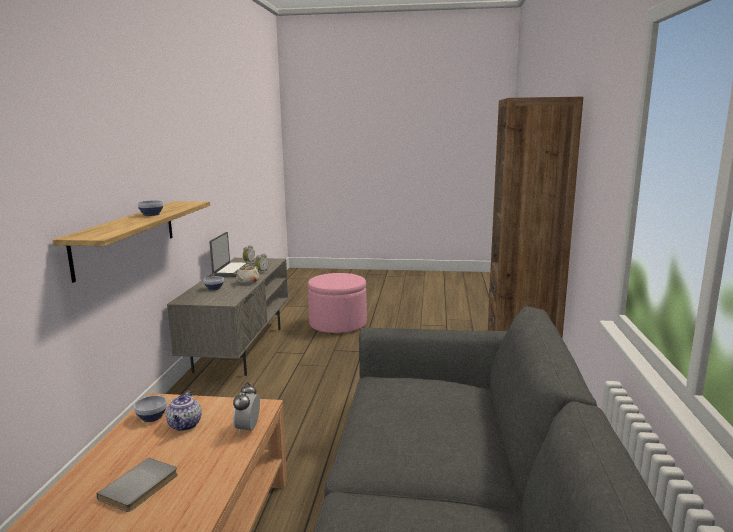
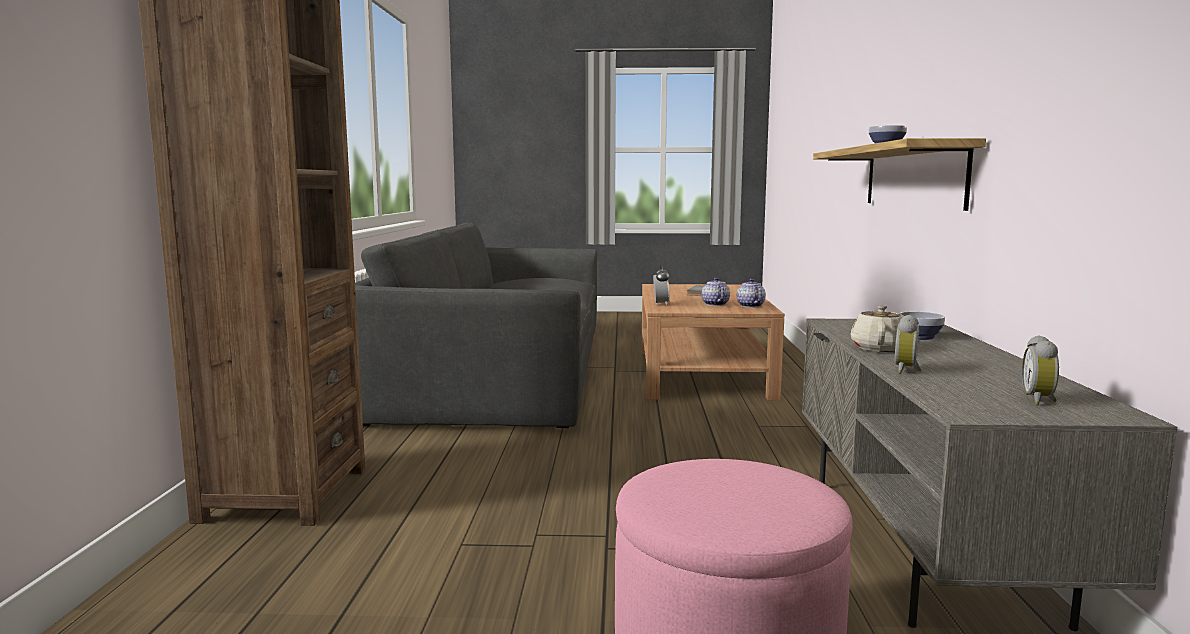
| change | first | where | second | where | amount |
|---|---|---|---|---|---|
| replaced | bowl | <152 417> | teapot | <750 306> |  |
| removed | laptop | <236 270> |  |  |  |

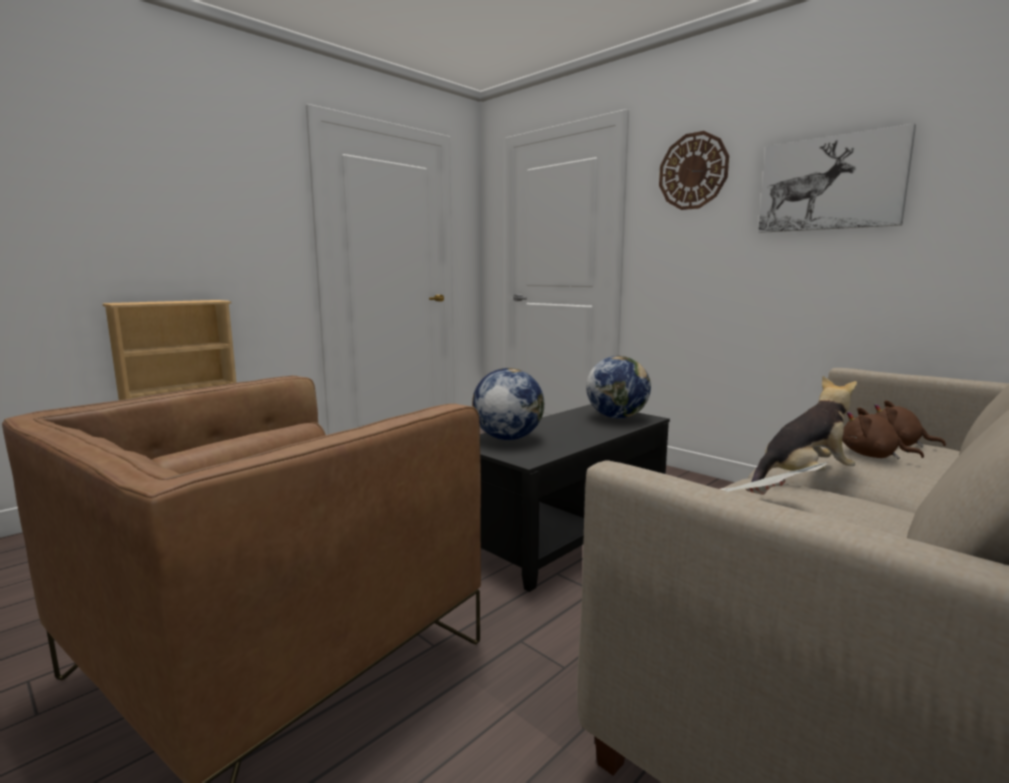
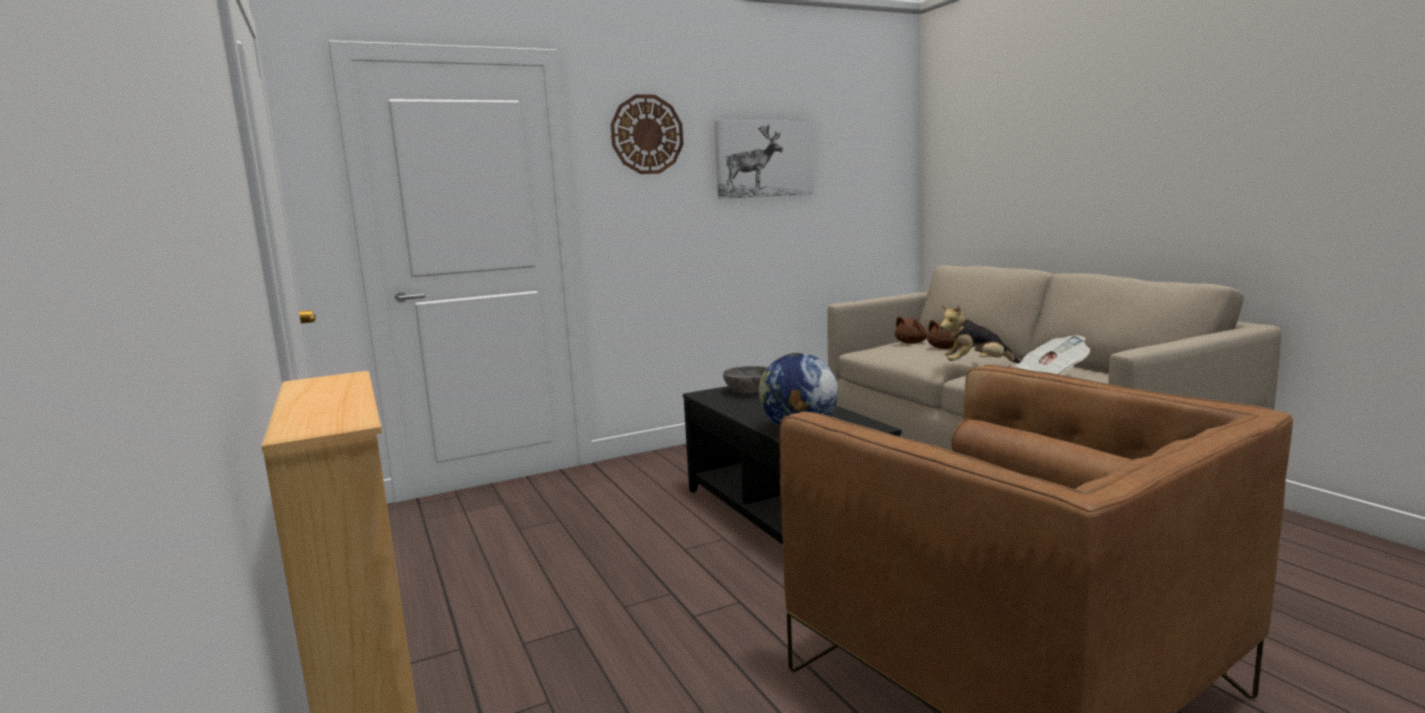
| change | first | where | second | where | amount |
|---|---|---|---|---|---|
| replaced | globe | <617 417> | grey bowl | <748 391> |  |
| turned | plush toy | <802 477> |  | <976 365> | 90 degrees counterclockwise |

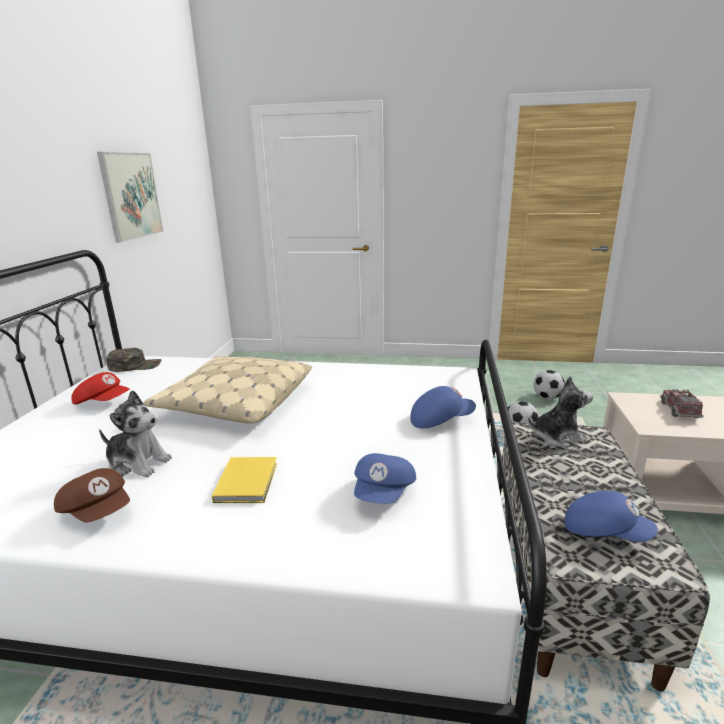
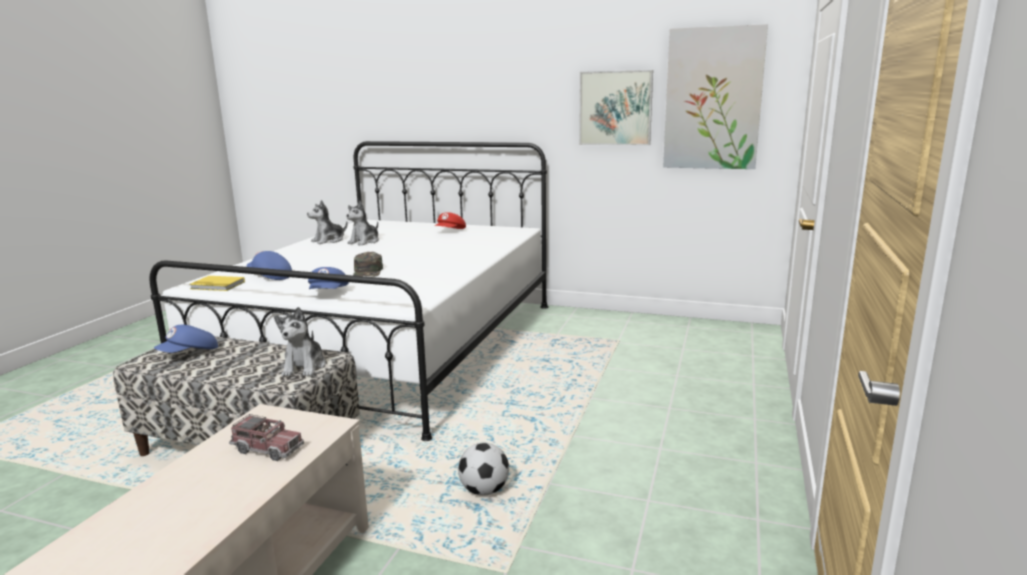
| change | first | where | second | where | amount |
|---|---|---|---|---|---|
| moved | yellow book | <248 481> |  | <218 285> |  |
| replaced | brown cap | <98 511> | plush toy | <329 240> |  |
| moved | green cap | <135 365> |  | <368 271> |  |
| added |  |  | picture | <713 99> |  |
| removed | beige pillow | <235 403> |  |  |  |
| removed | football | <547 397> |  |  |  |

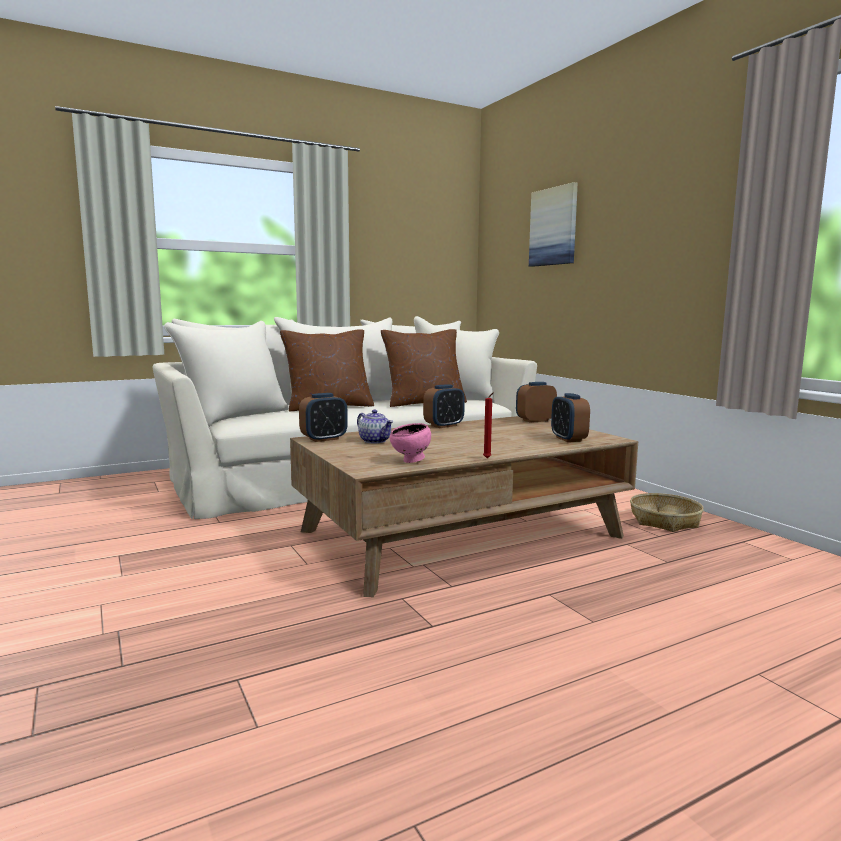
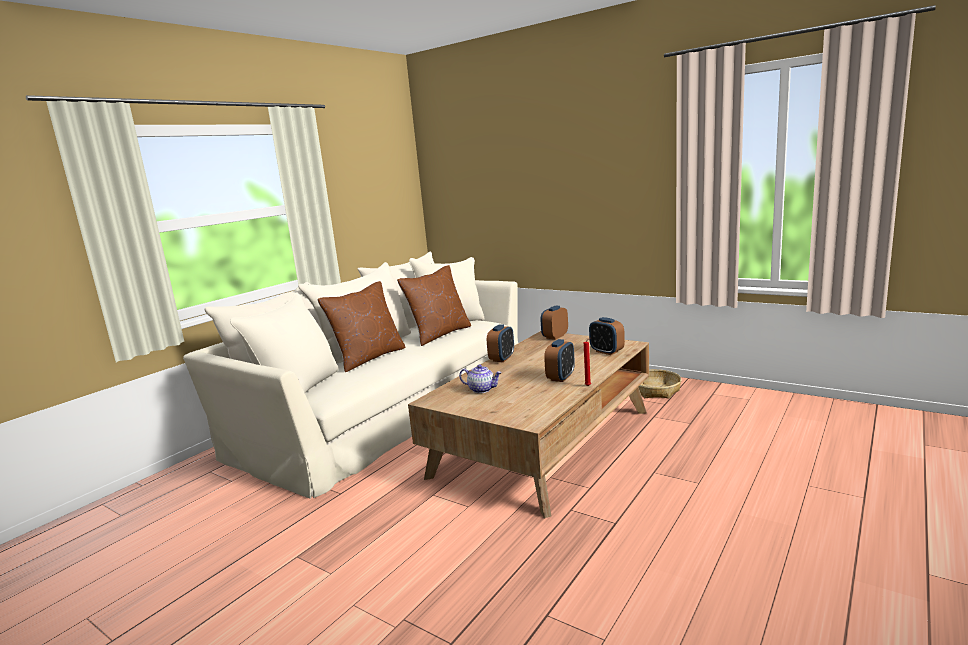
| change | first | where | second | where | amount |
|---|---|---|---|---|---|
| moved | alarm clock | <324 439> |  | <560 377> |  |
| removed | pink bowl | <411 461> |  |  |  |
| removed | picture | <553 226> |  |  |  |

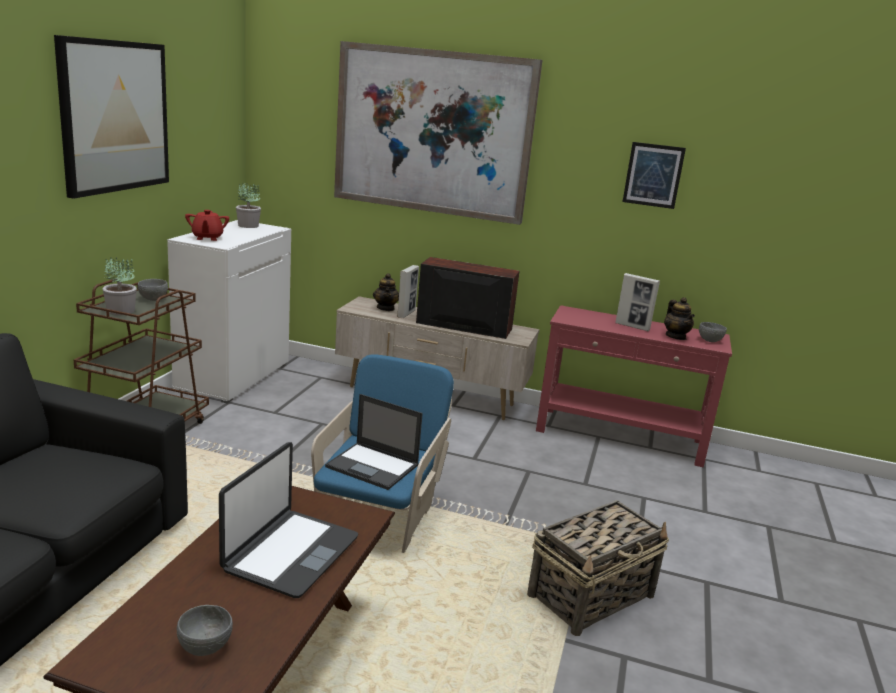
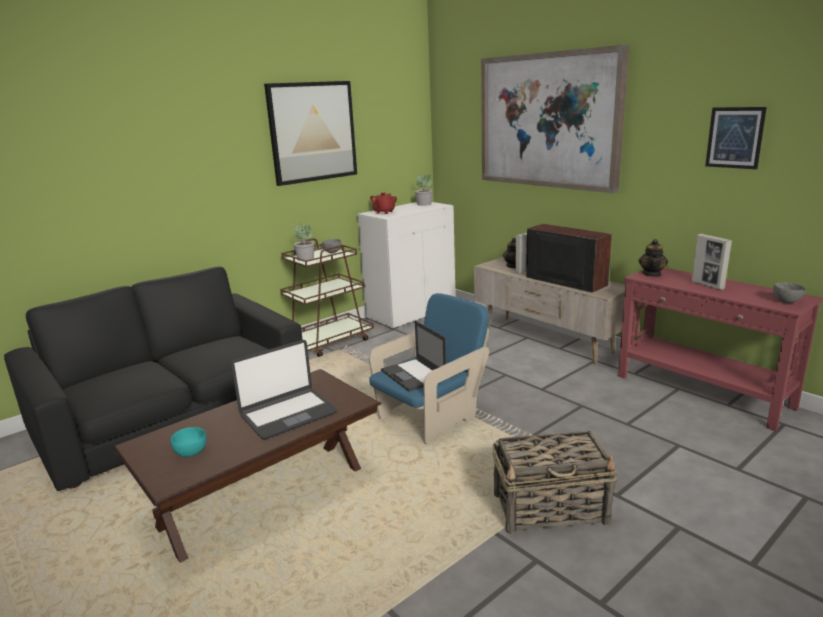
| change | first | where | second | where | amount |
|---|---|---|---|---|---|
| recoloured | grey bowl | <204 647> | turquoise bowl | <191 453> |  |
| moved | teapot | <676 336> |  | <652 274> |  |

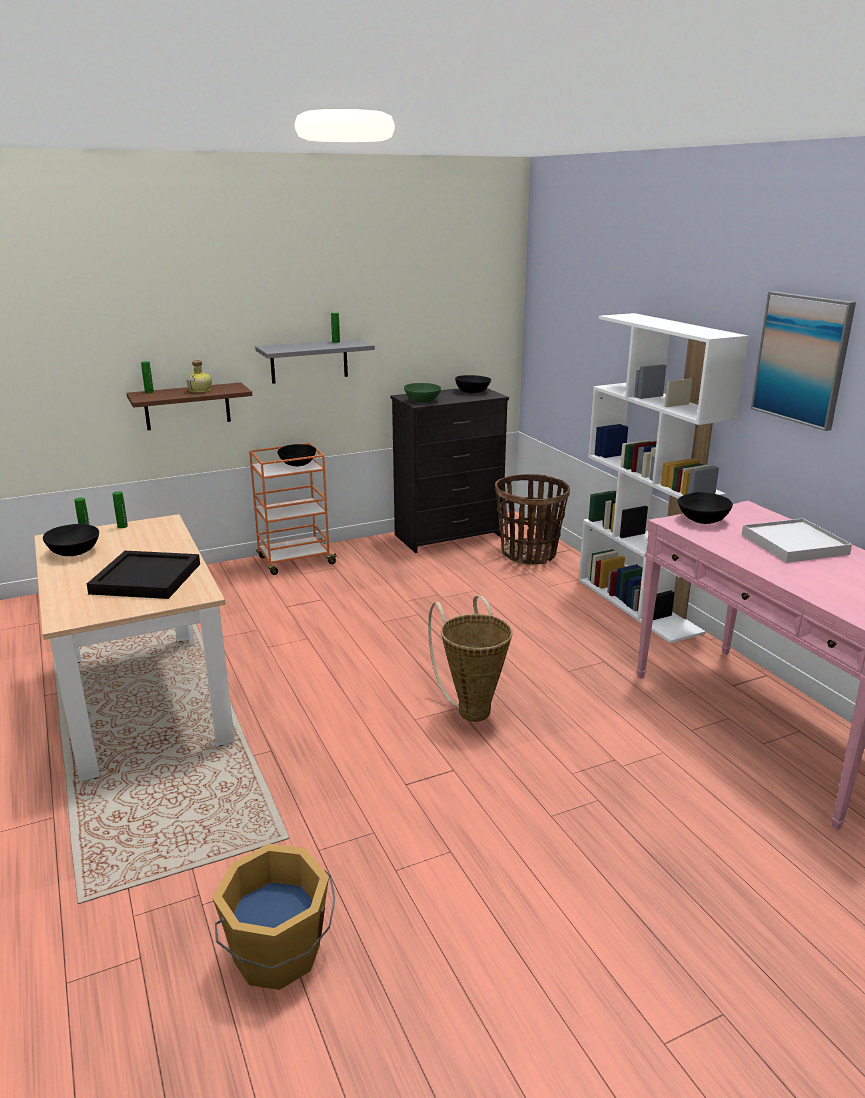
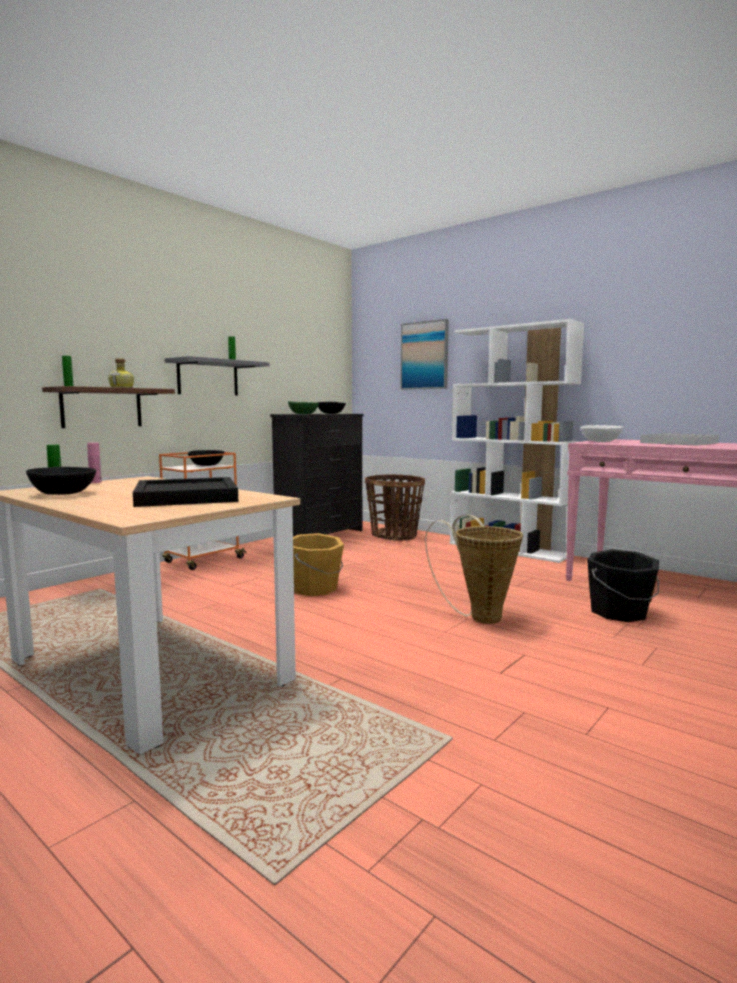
| change | first | where | second | where | amount |
|---|---|---|---|---|---|
| recoloured | green bottle | <122 526> | pink bottle | <95 482> |  |
| moved | orange bucket | <278 954> |  | <315 588> |  |
| moved | picture | <802 359> |  | <424 355> |  |
| recoloured | black bowl | <702 520> | white bowl | <601 441> |  |
| added |  |  | black bucket | <620 613> |  |

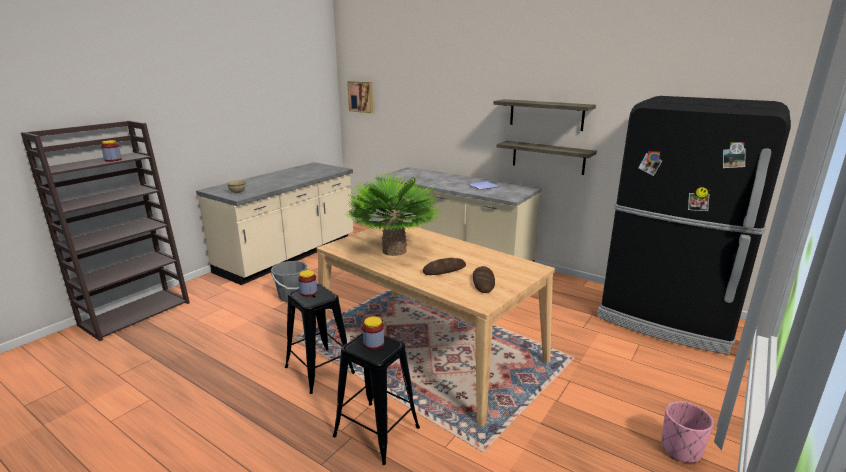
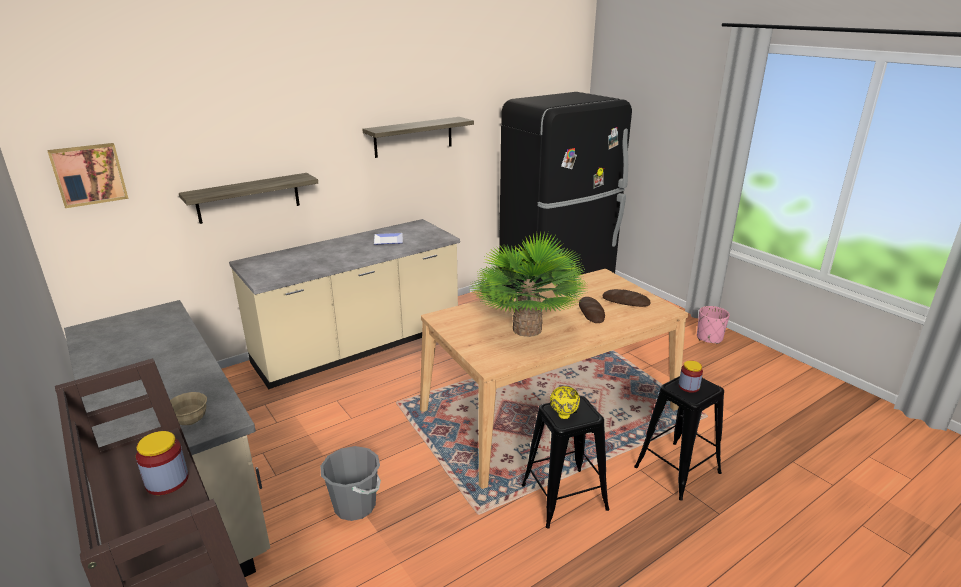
| change | first | where | second | where | amount |
|---|---|---|---|---|---|
| moved | shelf | <548 157> |  | <248 198> |  |
| replaced | jar | <308 292> | yellow bowl | <563 415> |  |

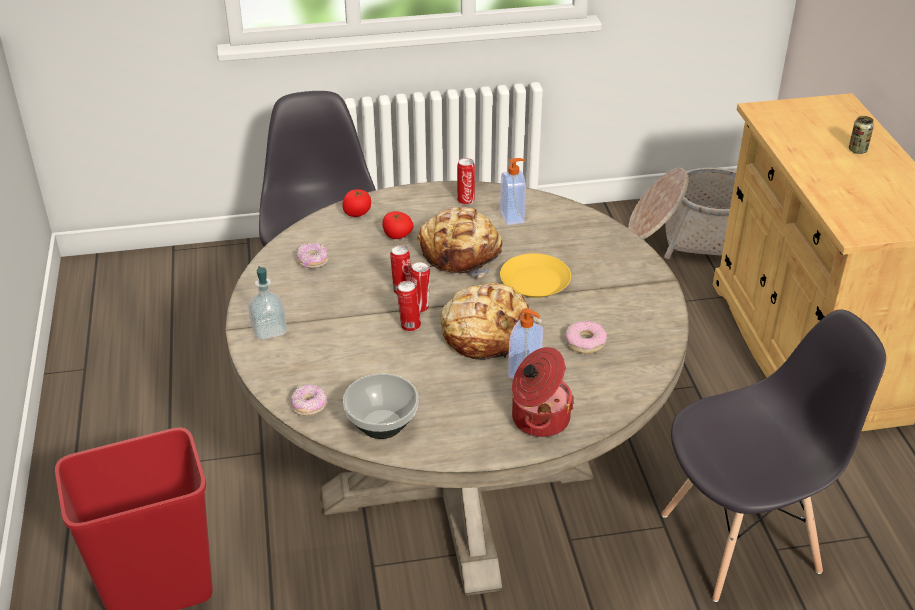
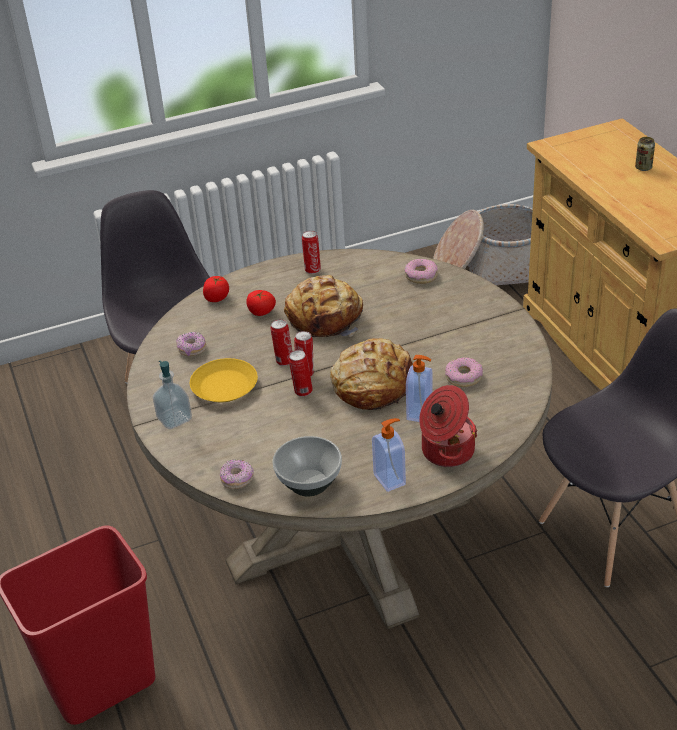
| change | first | where | second | where | amount |
|---|---|---|---|---|---|
| moved | yellow plate | <536 282> |  | <225 386> |  |
| moved | soap dispenser | <513 217> |  | <390 479> |  |
| added |  |  | donut | <421 276> |  |

